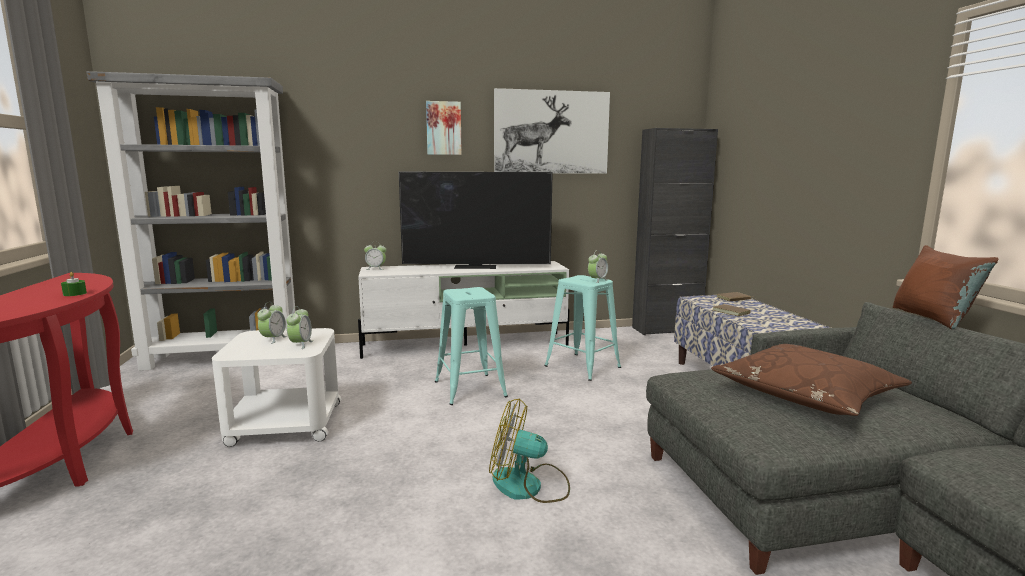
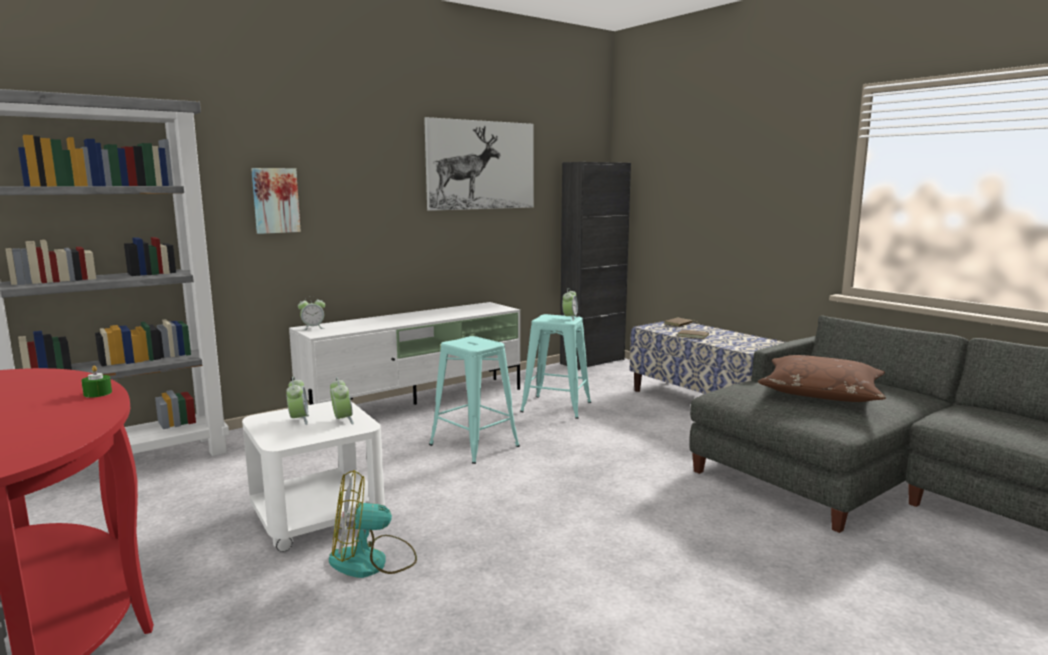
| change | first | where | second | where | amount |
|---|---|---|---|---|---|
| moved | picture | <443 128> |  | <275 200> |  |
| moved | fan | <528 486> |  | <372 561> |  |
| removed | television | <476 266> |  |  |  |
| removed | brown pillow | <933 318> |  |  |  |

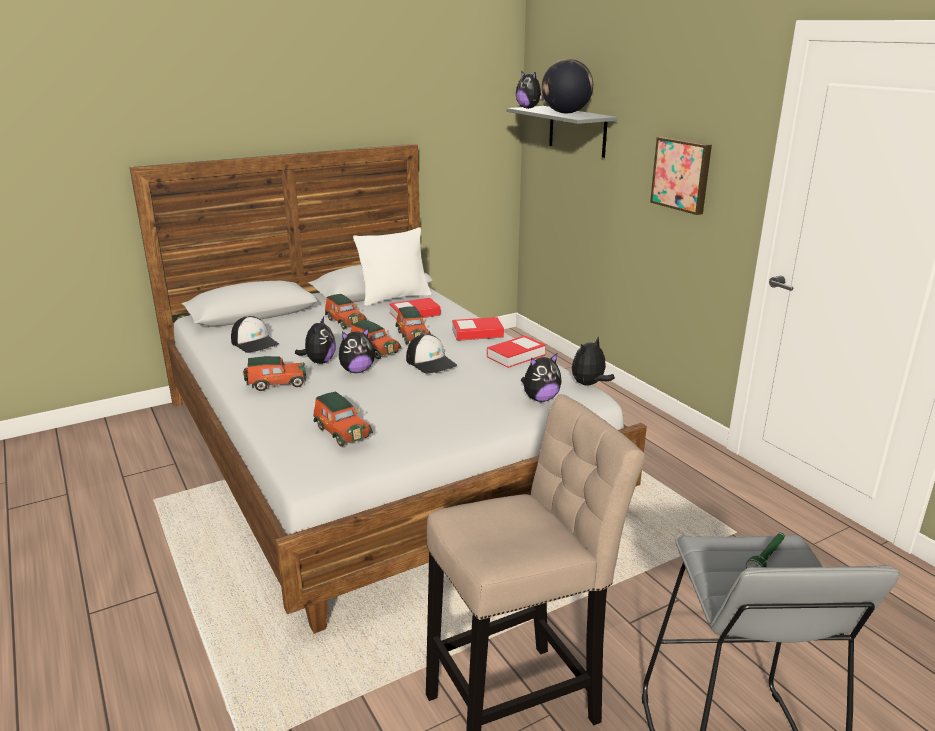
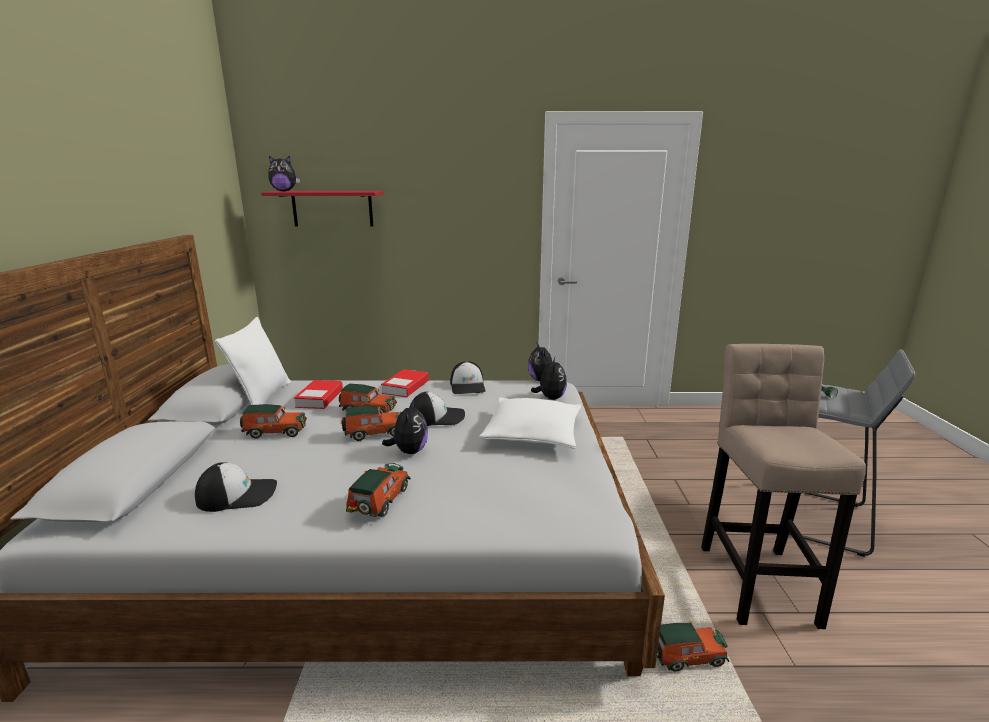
| change | first | where | second | where | amount |
|---|---|---|---|---|---|
| recoloured | grey shelf | <577 131> | red shelf | <332 208> |  |
| replaced | book | <516 356> | cap | <468 386> |  |
| added |  |  | white pillow | <532 433> |  |
| moved | toy car | <341 431> |  | <685 656> |  |
| removed | plush toy | <319 362> |  |  |  |
| removed | globe | <566 113> |  |  |  |
| removed | picture | <682 174> |  |  |  |

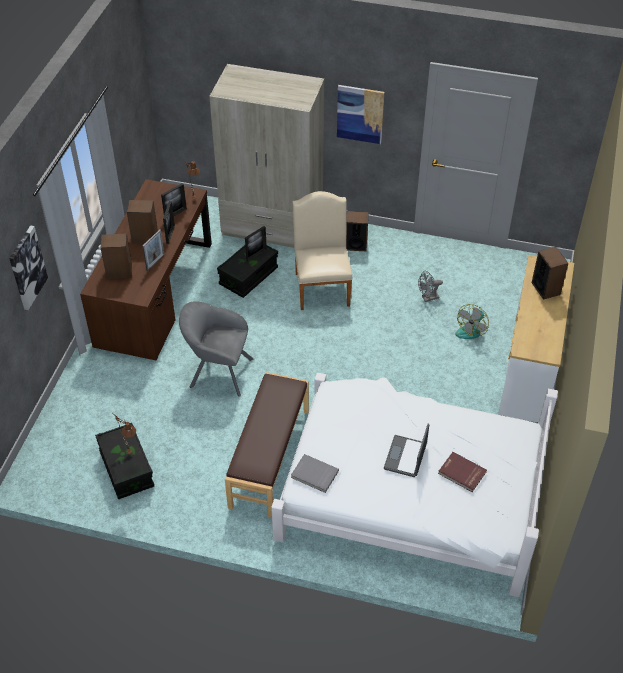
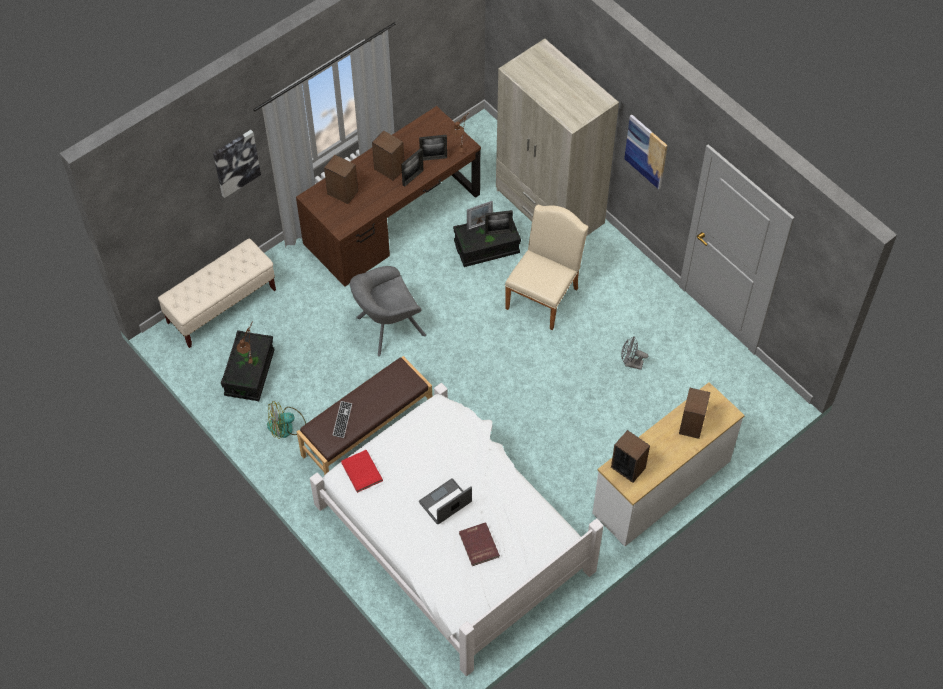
| change | first | where | second | where | amount |
|---|---|---|---|---|---|
| added |  |  | beige bench | <222 306> |  |
| moved | fan | <471 329> |  | <286 426> |  |
| added |  |  | keyboard | <342 420> |  |
| recoloured | grey book | <314 475> | red book | <361 472> |  |
| turned | grey armchair | <218 371> |  | <387 327> | 75 degrees counterclockwise |
| moved | picture frame | <155 262> |  | <479 225> |  |
| moved | speaker | <356 245> |  | <628 467> |  |

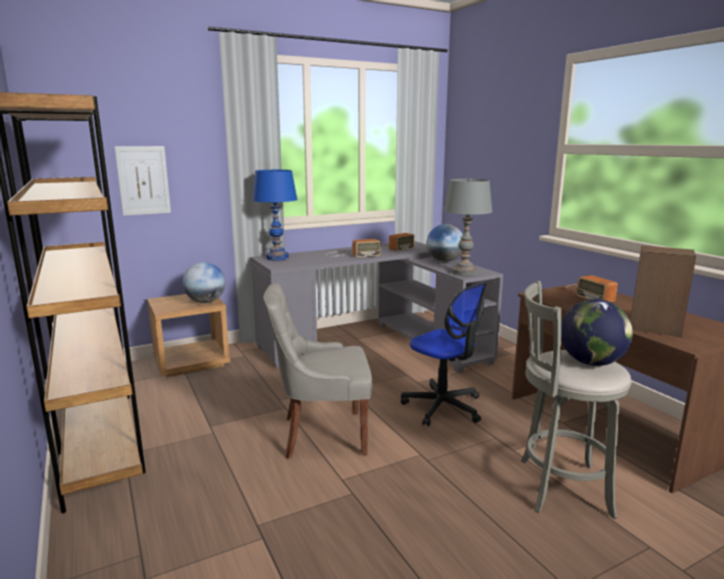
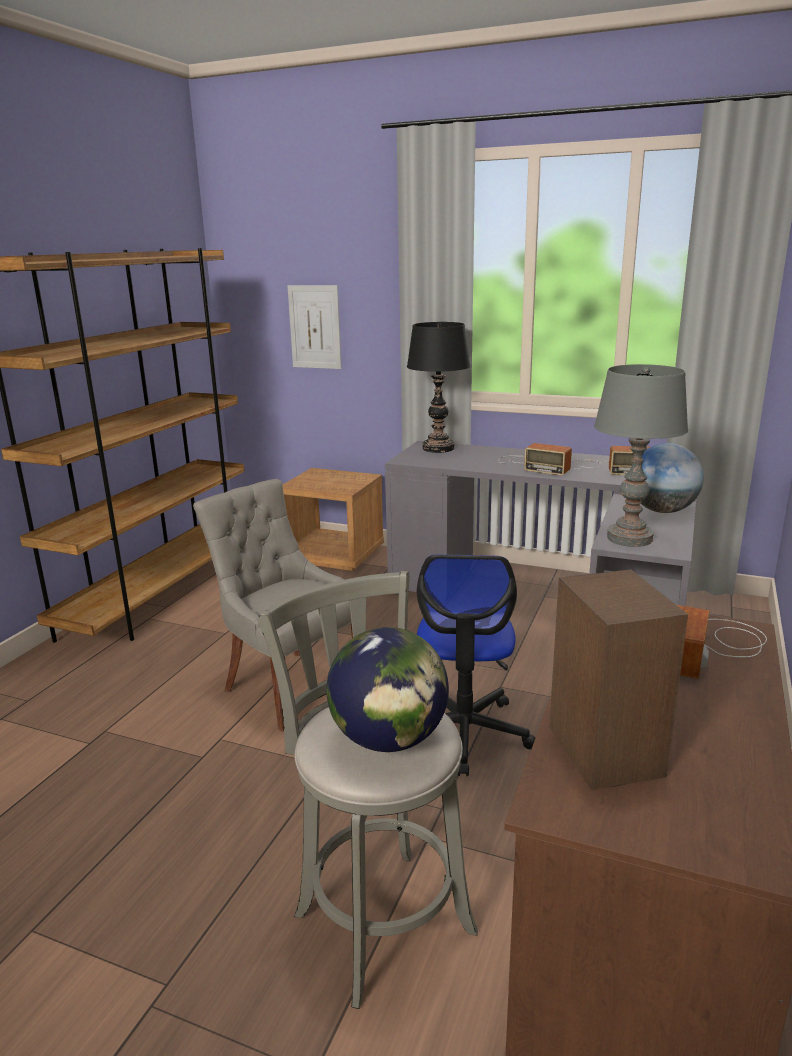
| change | first | where | second | where | amount |
|---|---|---|---|---|---|
| recoloured | blue table lamp | <277 258> | black table lamp | <438 448> |  |
| removed | globe | <205 302> |  |  |  |

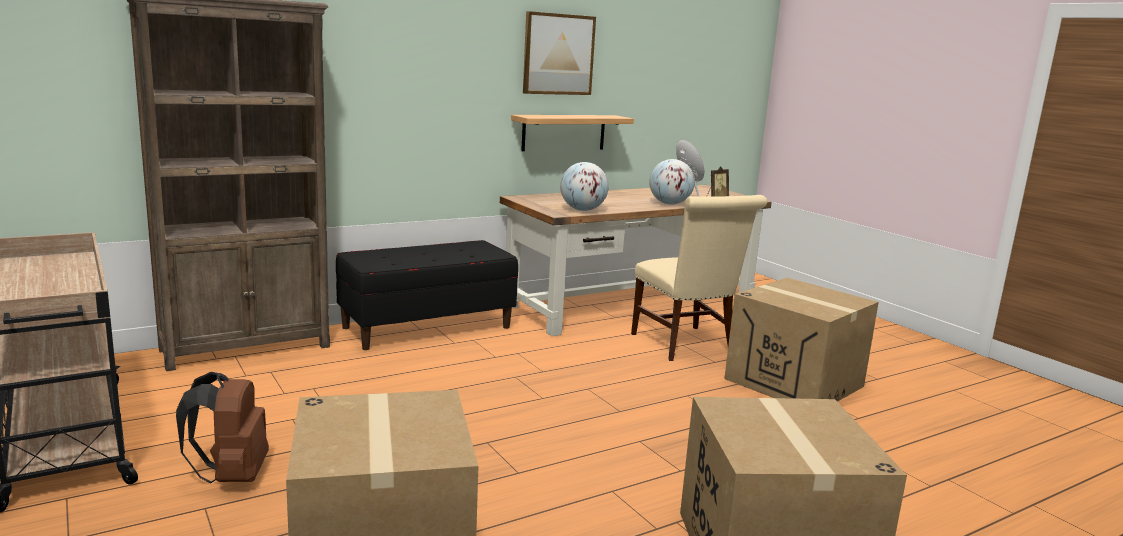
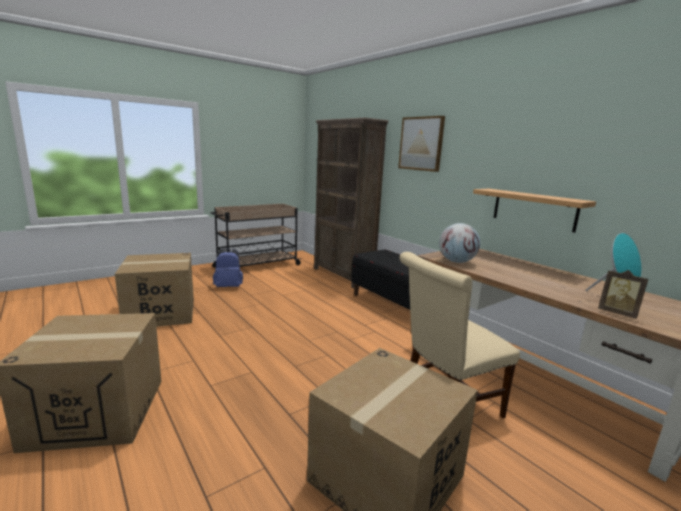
| change | first | where | second | where | amount |
|---|---|---|---|---|---|
| recoloured | brown backpack | <231 476> | blue backpack | <228 287> |  |
| moved | picture | <558 54> |  | <421 143> |  |
| removed | globe | <669 204> |  |  |  |

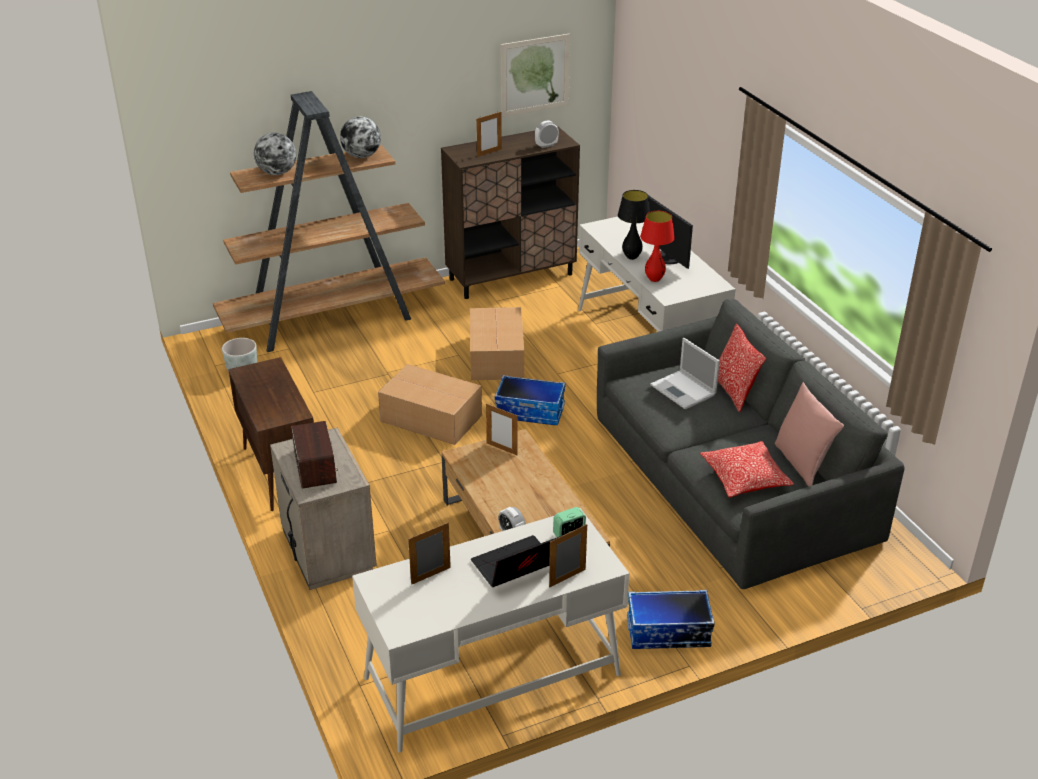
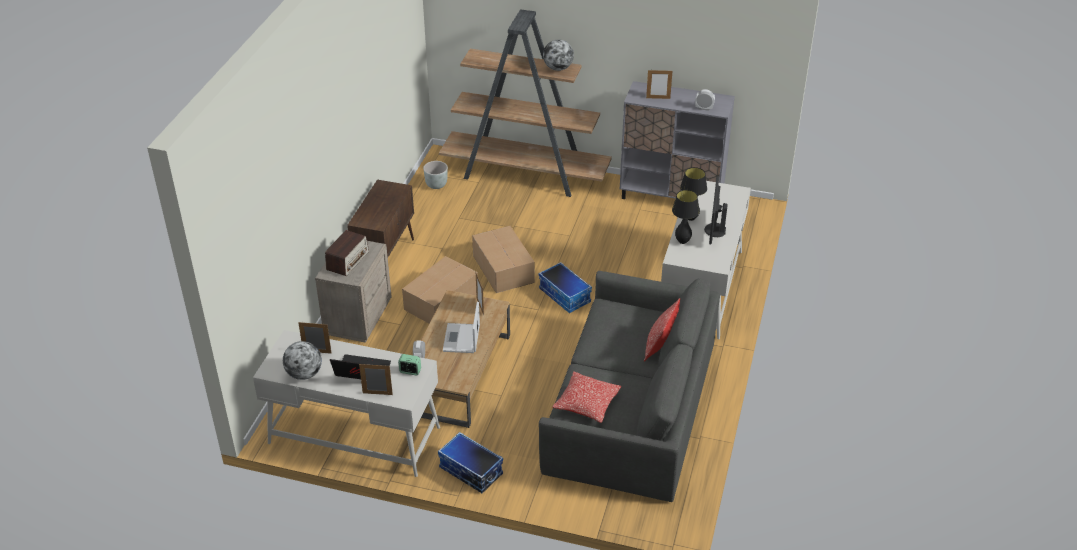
| change | first | where | second | where | amount |
|---|---|---|---|---|---|
| moved | globe | <277 173> |  | <304 374> |  |
| moved | cardboard box | <496 358> |  | <440 301> |  |
| moved | laptop | <684 390> |  | <461 339> |  |
| recoloured | brown cabinet | <511 276> | grey cabinet | <671 196> |  |
| recoloured | red table lamp | <654 279> | black table lamp | <682 241> |  |
| removed | picture | <535 75> |  |  |  |
| removed | pink pillow | <802 463> |  |  |  |

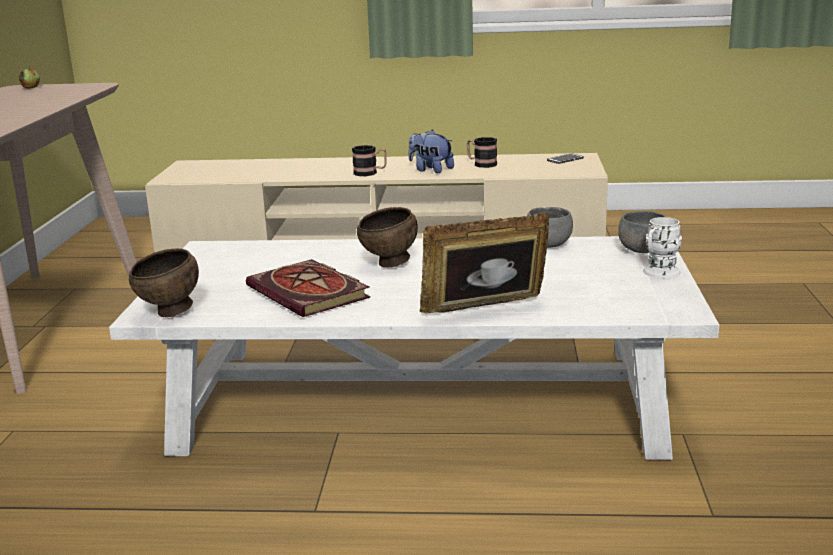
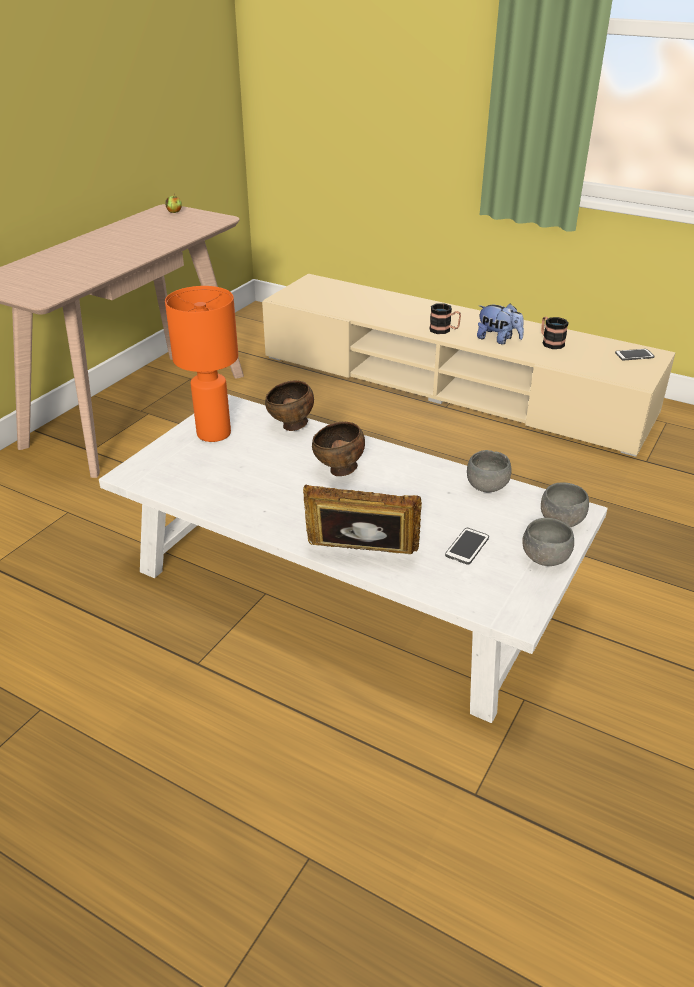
| change | first | where | second | where | amount |
|---|---|---|---|---|---|
| added |  |  | orange table lamp | <214 434> |  |
| moved | brown bowl | <170 313> |  | <291 426> |  |
| added |  |  | phone | <467 547> |  |
| turned | plush toy | <430 170> |  | <498 339> | 150 degrees clockwise |
| replaced | white mug | <658 274> | grey bowl | <544 558> |  |
| removed | book | <311 293> |  |  |  |

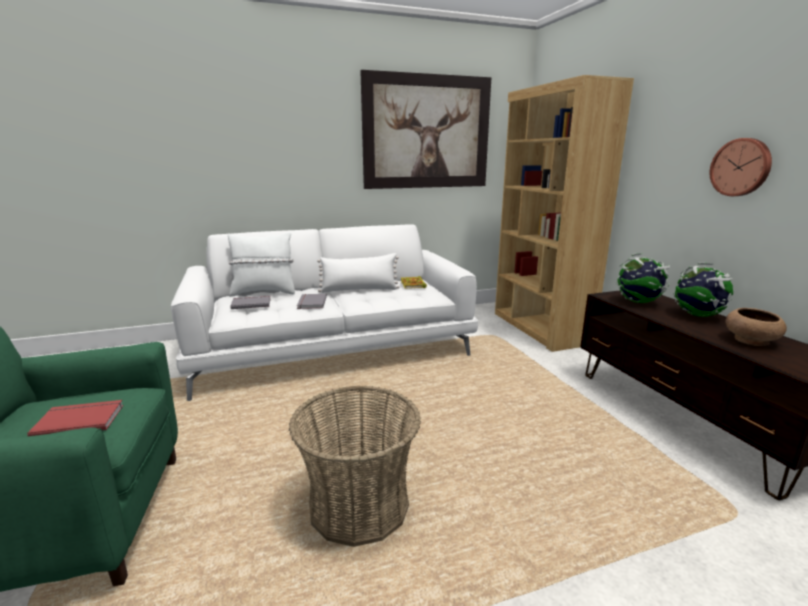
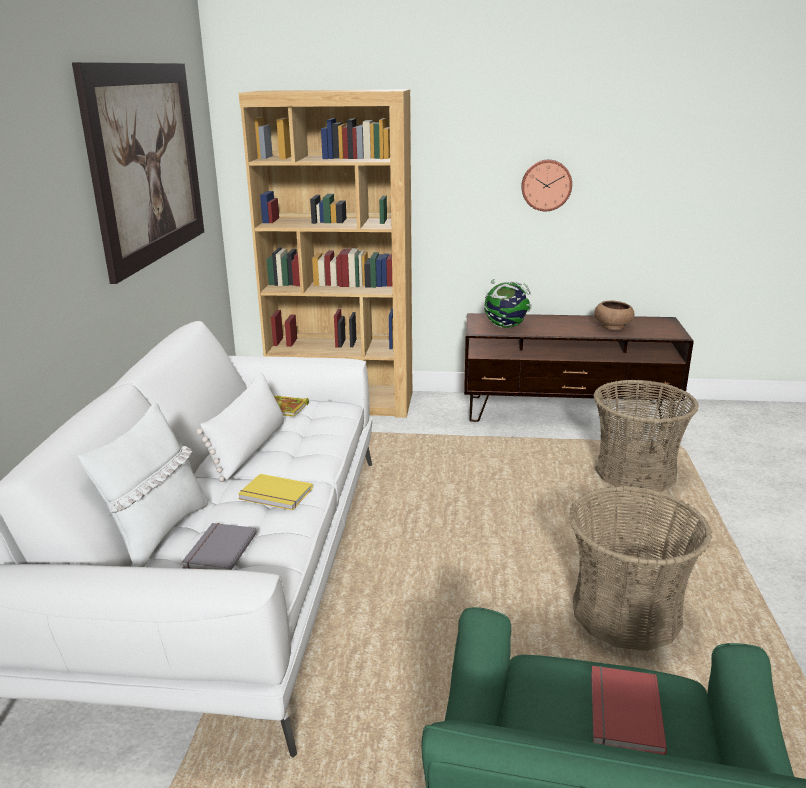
| change | first | where | second | where | amount |
|---|---|---|---|---|---|
| recoloured | grey book | <311 303> | yellow book | <275 495> |  |
| added |  |  | basket | <635 473> |  |
| removed | globe | <698 315> |  |  |  |

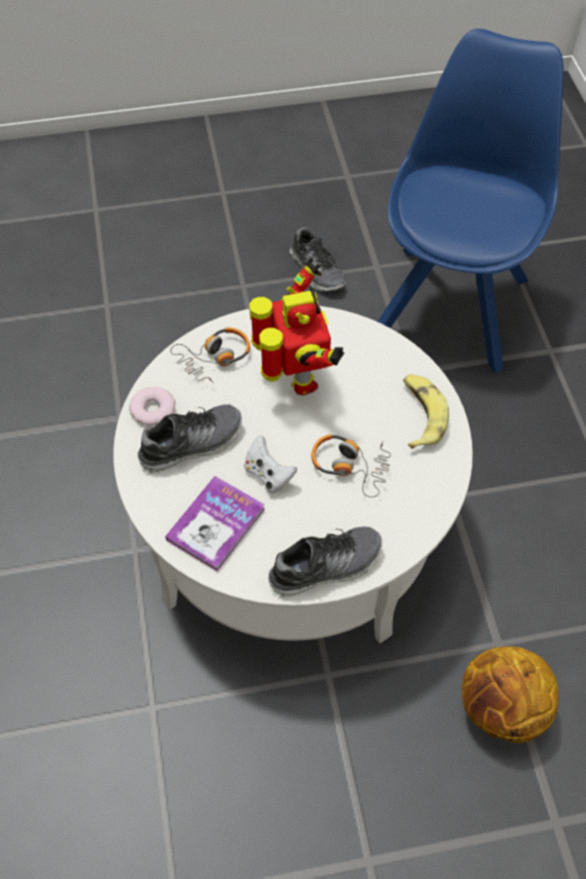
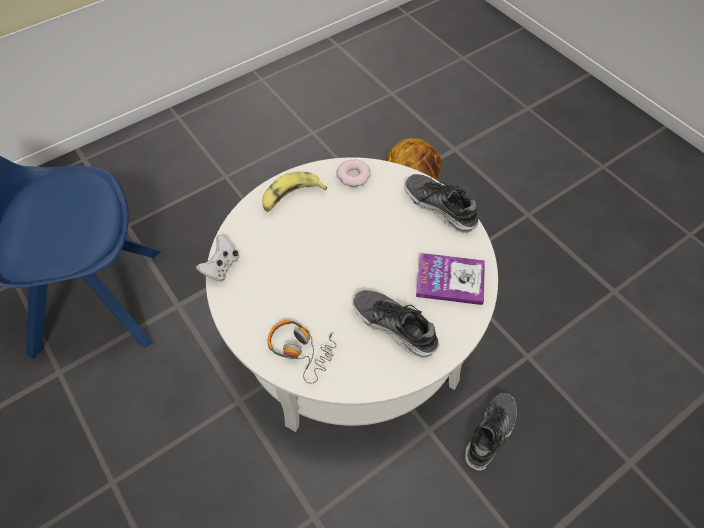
| change | first | where | second | where | amount |
|---|---|---|---|---|---|
| moved | white game controller | <268 475> |  | <221 267> |  |
| moved | donut | <152 409> |  | <353 176> |  |
| moved | shoe | <317 270> |  | <489 432> |  |
| removed | toy robot | <297 379> |  |  |  |
| removed | headphones | <350 466> |  |  |  |

